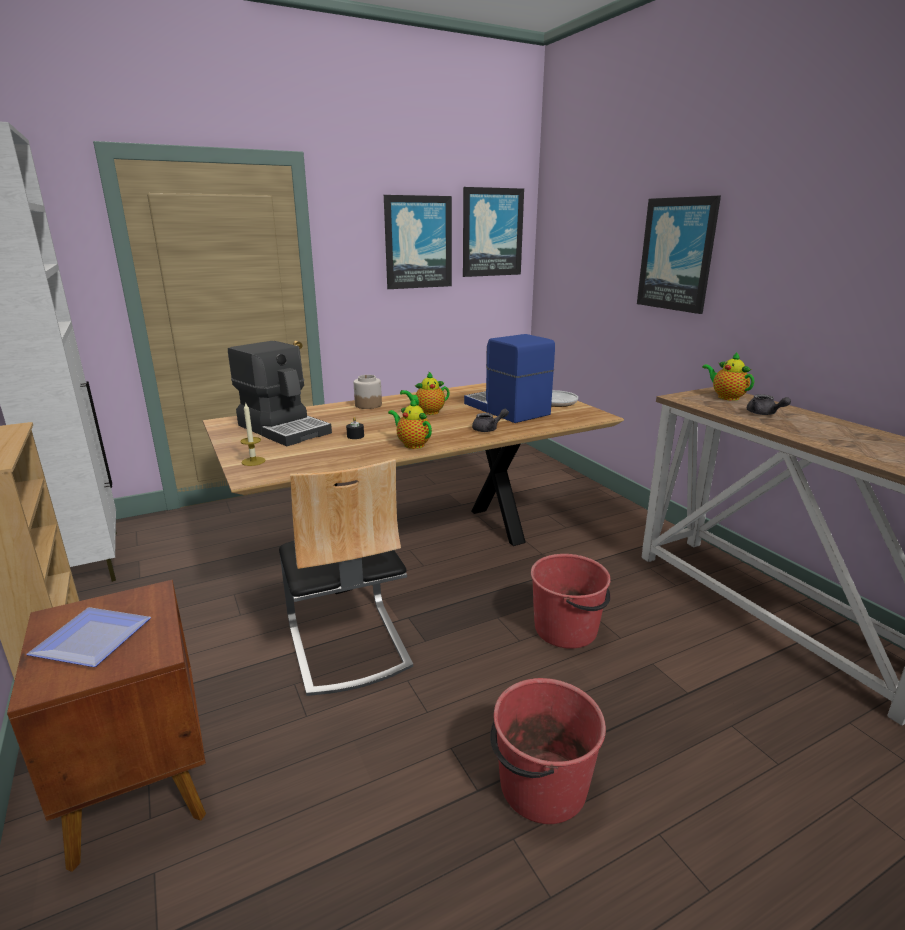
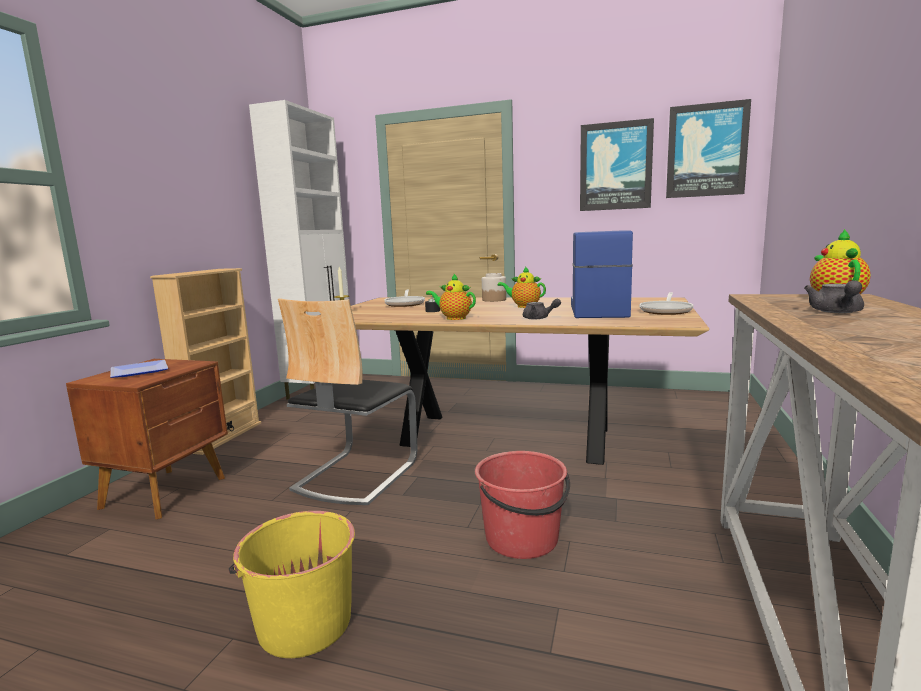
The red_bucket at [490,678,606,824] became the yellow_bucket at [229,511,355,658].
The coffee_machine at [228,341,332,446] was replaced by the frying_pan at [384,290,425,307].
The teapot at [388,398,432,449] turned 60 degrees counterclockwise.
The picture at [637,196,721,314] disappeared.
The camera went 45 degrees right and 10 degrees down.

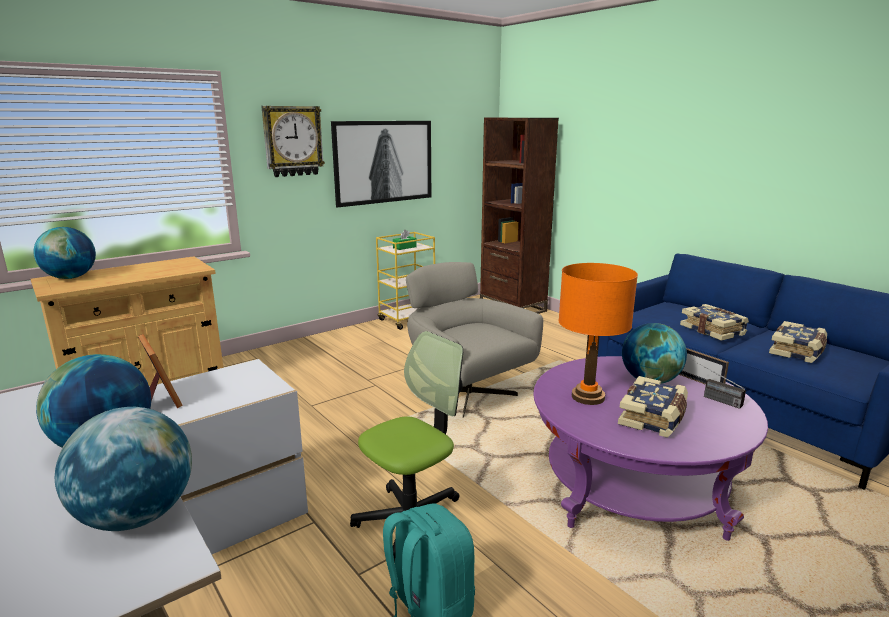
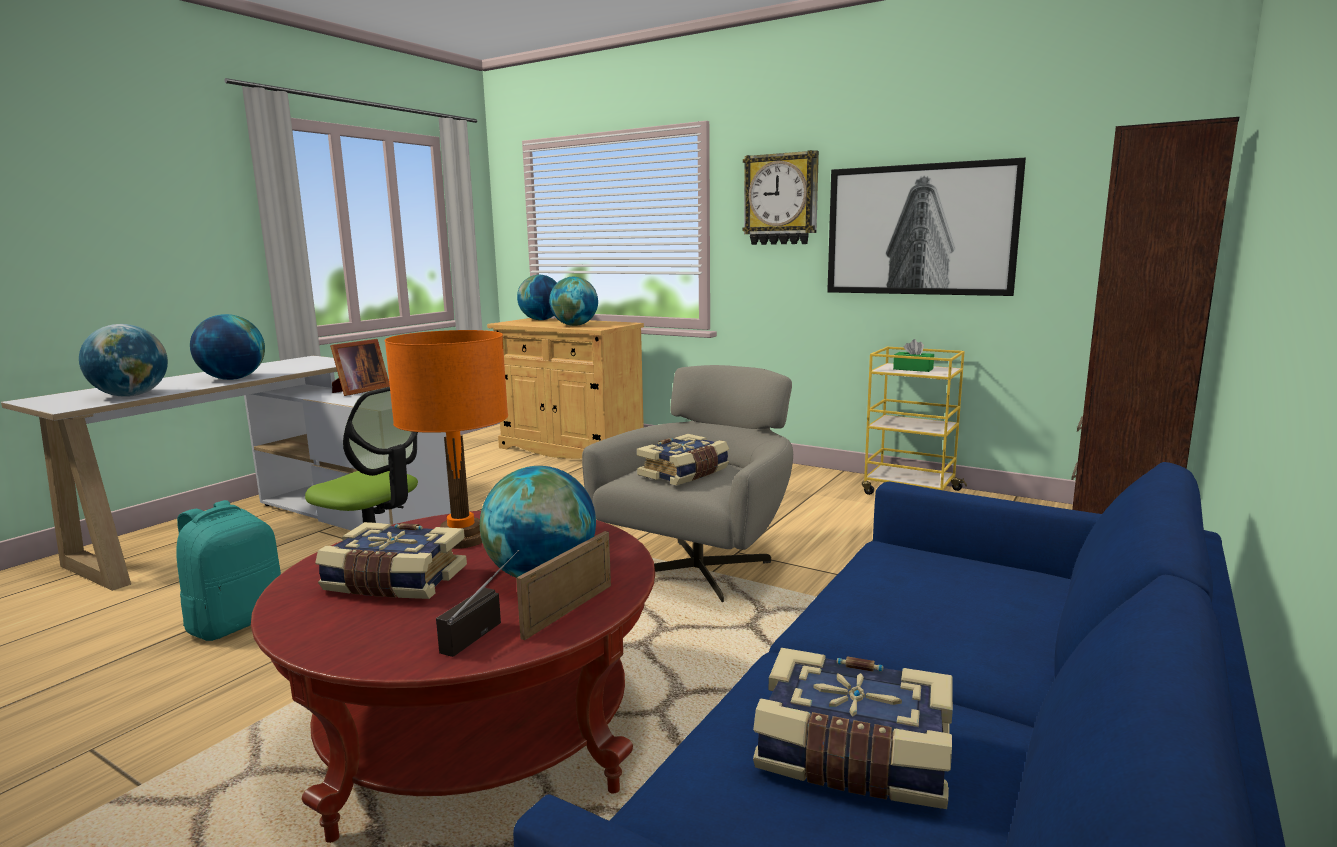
The purple_coffee_table at [533,356,768,541] became the red_coffee_table at [251,511,655,843].
The globe at [549,277,598,326] appeared.
The book moved from [680,304,749,341] to [637,434,729,485].
The camera went 70 degrees right and 5 degrees down.

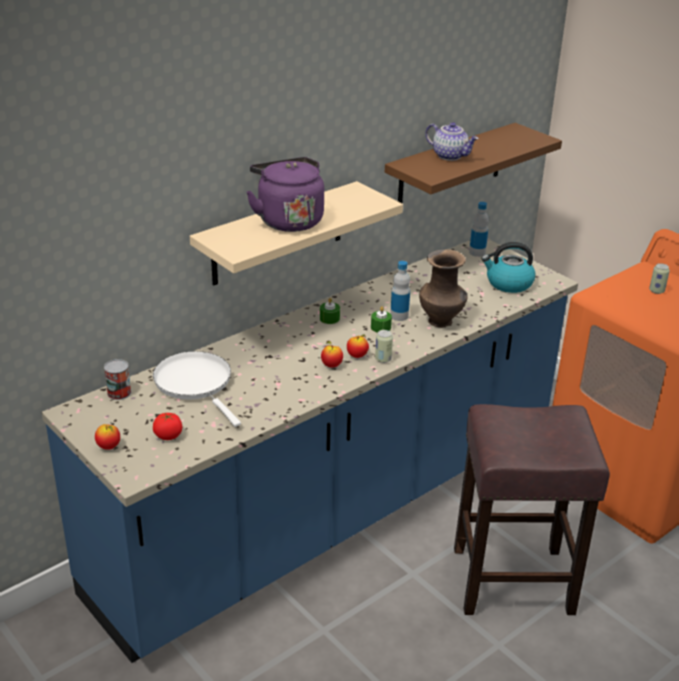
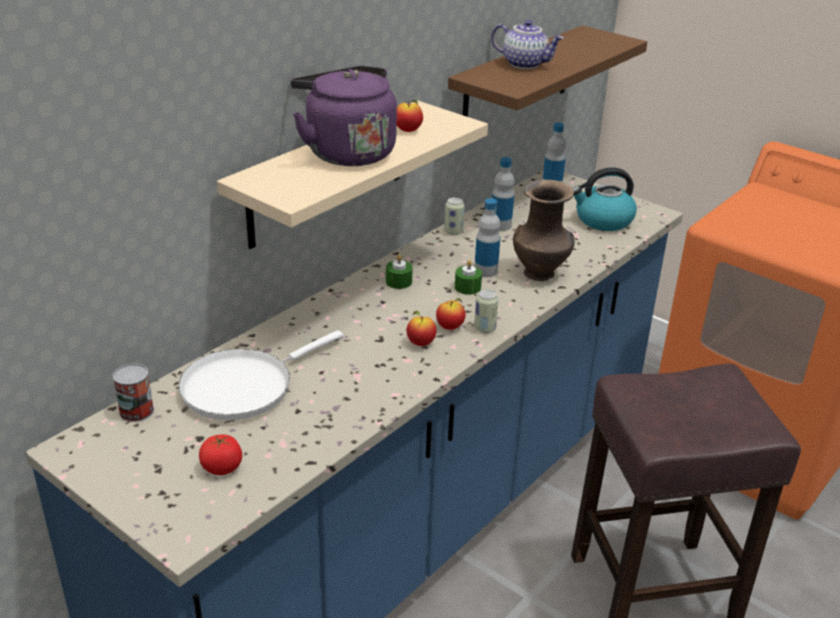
The white_frying_pan at [153,351,241,427] turned 90 degrees counterclockwise.
The apple moved from [95,424,120,450] to [397,100,423,132].
The can moved from [649,263,670,294] to [444,197,465,235].
The bottle at [492,157,514,231] appeared.
The camera went 10 degrees left and 0 degrees up.

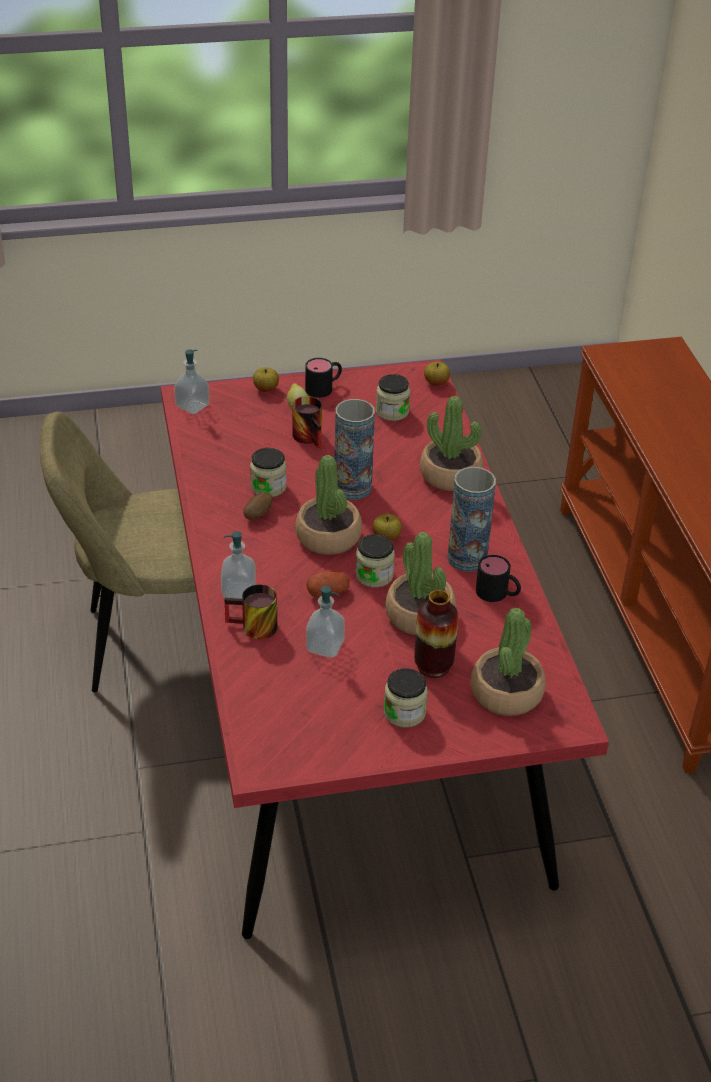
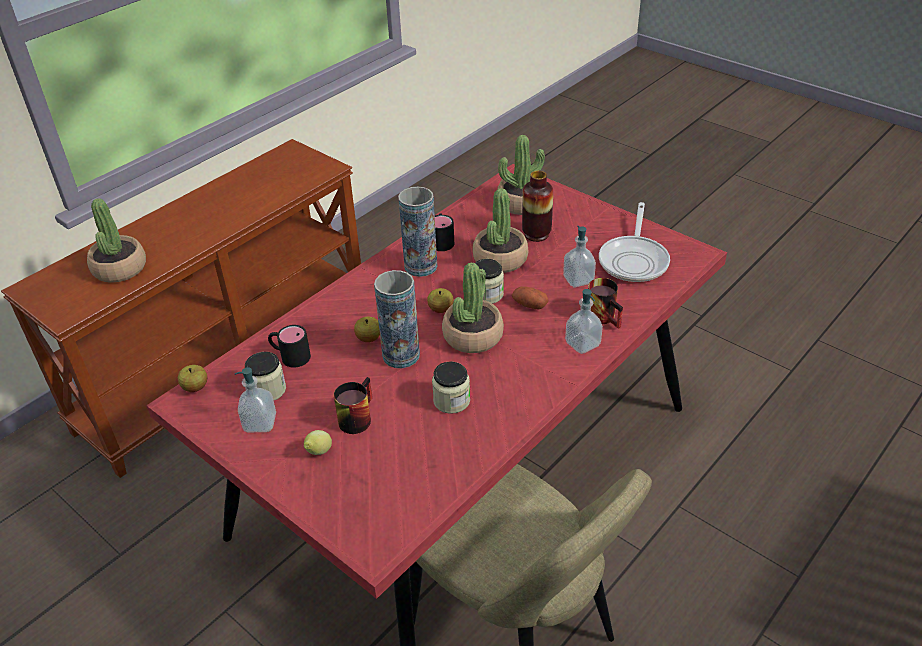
The potted_plant moved from [420,396,483,491] to [87,198,146,283].
The soap_dispenser moved from [174,349,210,414] to [235,367,276,432].
The black_mug moved from [305,358,342,398] to [268,325,311,368].
The apple moved from [253,367,279,392] to [354,317,380,342].
The frying_pan at [599,202,670,282] appeared.
The potato at [243,493,272,520] disappeared.
The jar at [384,668,428,727] disappeared.
The camera went 125 degrees left and 0 degrees up.

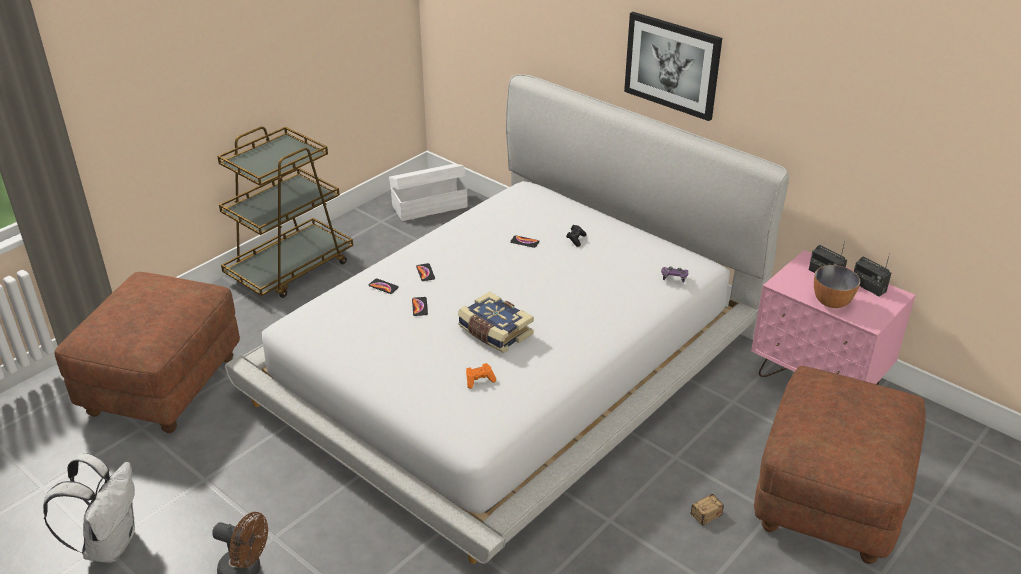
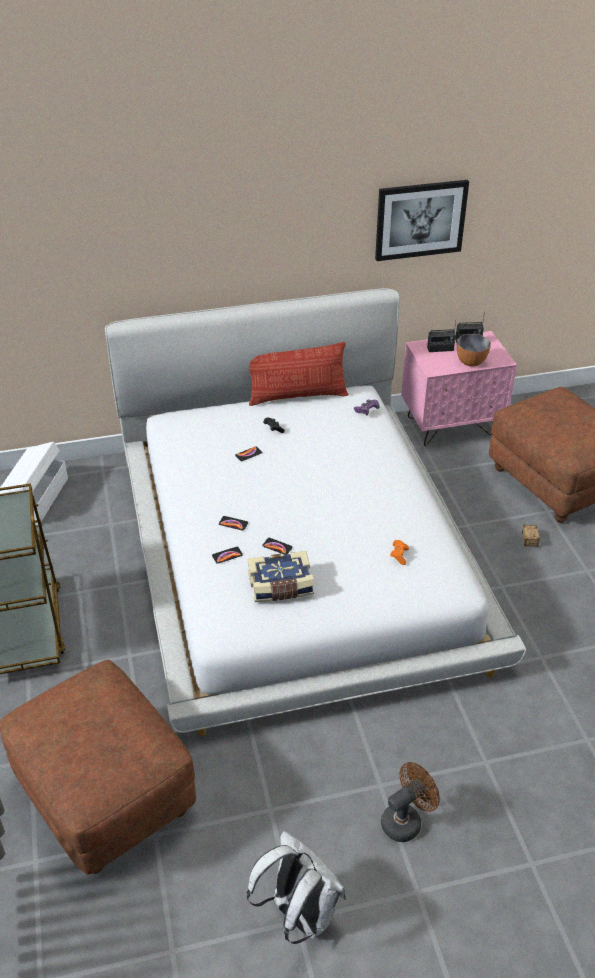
The book moved from [458,291,534,353] to [248,551,314,602].
The pillow at [249,342,348,406] appeared.
The picture moved from [624,12,722,121] to [375,180,469,261].
The camera went 55 degrees left and 5 degrees up.

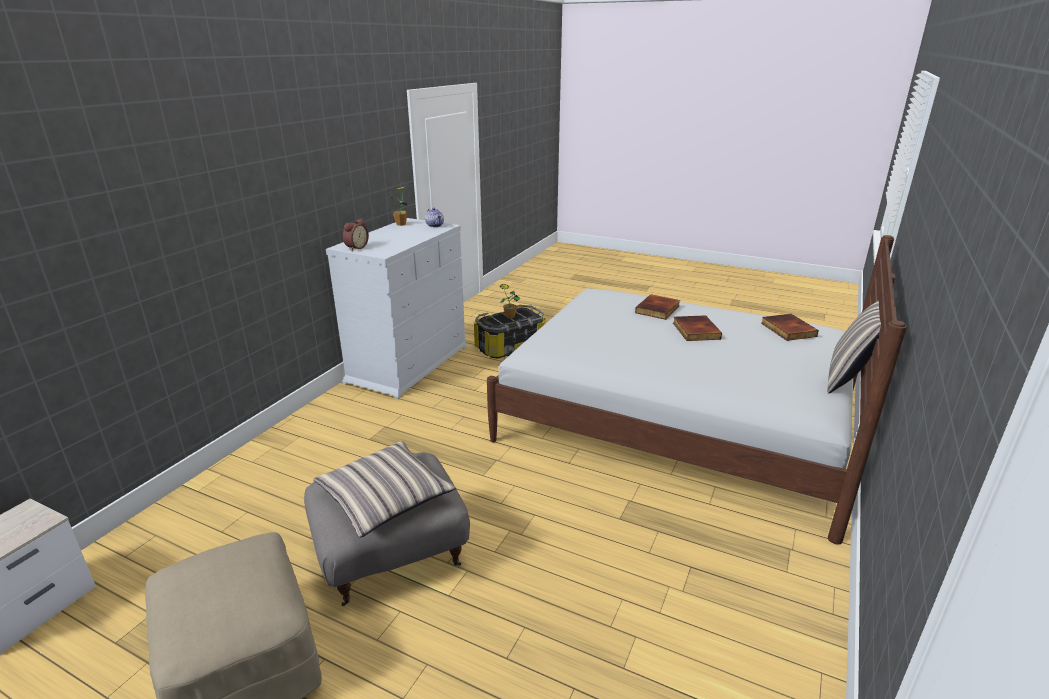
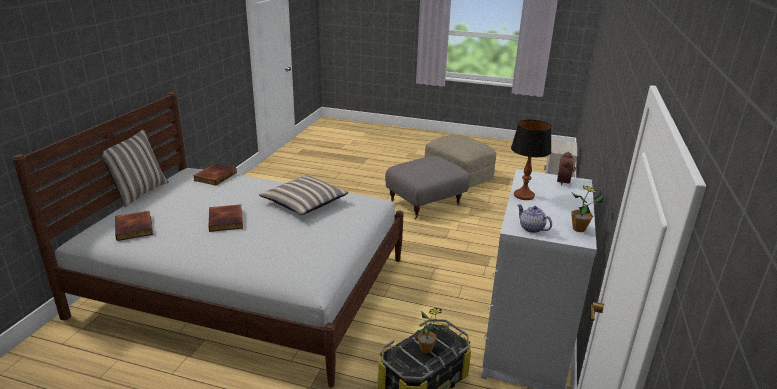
The book moved from [635,294,680,320] to [193,163,237,186].
The pillow moved from [313,441,456,538] to [259,175,349,215].
The table_lamp at [511,120,552,200] appeared.
The camera went 170 degrees right and 0 degrees up.

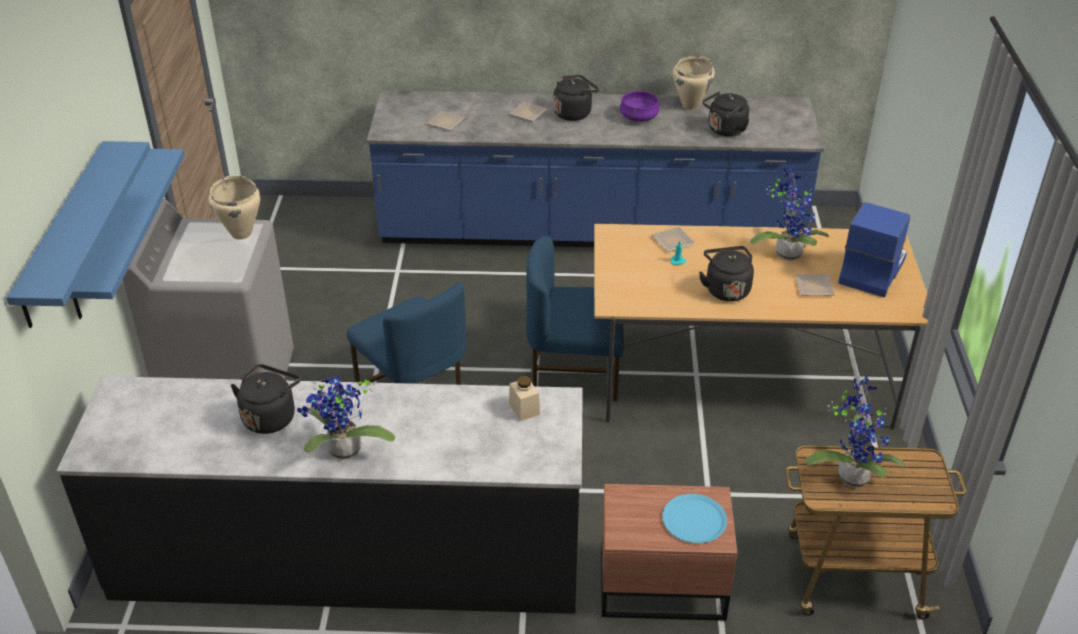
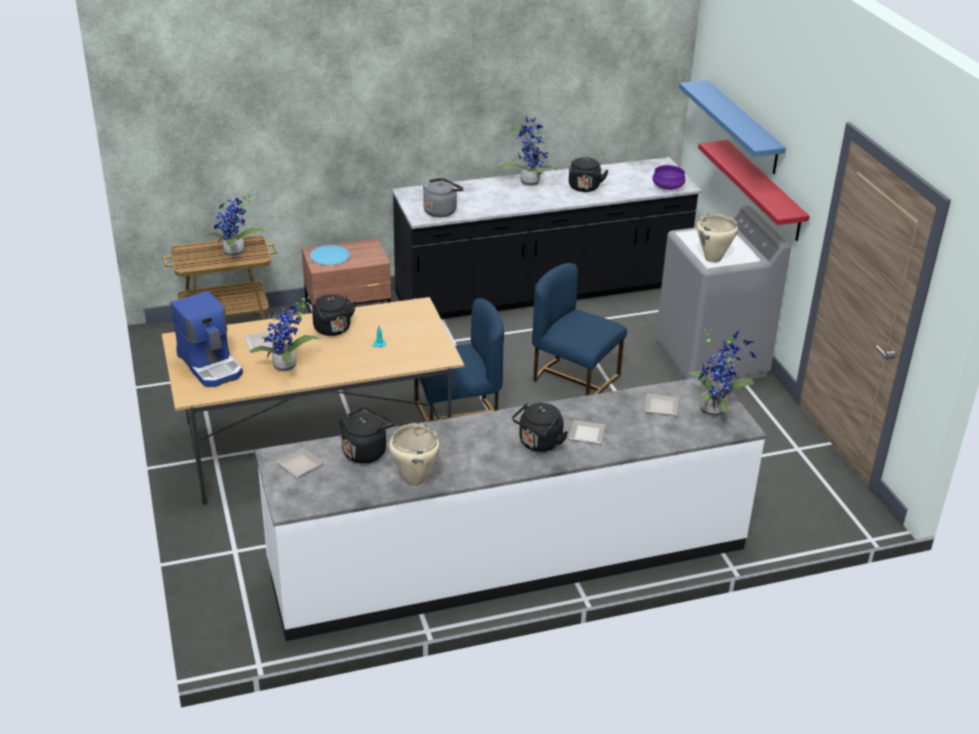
The coffee_machine at [838,202,910,297] turned 45 degrees counterclockwise.
The blue_counter at [367,90,824,247] became the white_counter at [255,375,767,641].
The plate moved from [652,227,696,252] to [276,448,323,478].
The beige_jar at [509,376,540,421] was replaced by the grey_kettle at [423,178,463,217].
The purple_cooking_pot moved from [620,91,659,122] to [652,165,686,190].
The potted_plant at [690,329,756,417] appeared.
The blue_shelf at [69,149,185,319] became the red_shelf at [698,140,810,241].
The camera went 160 degrees right and 5 degrees down.

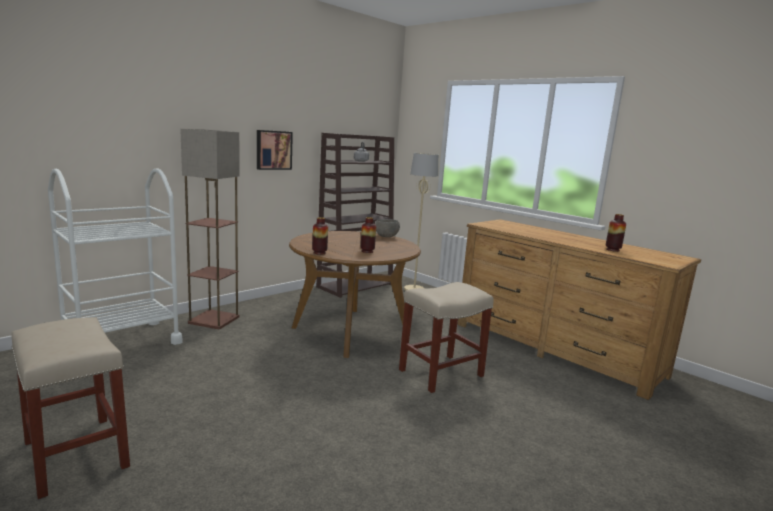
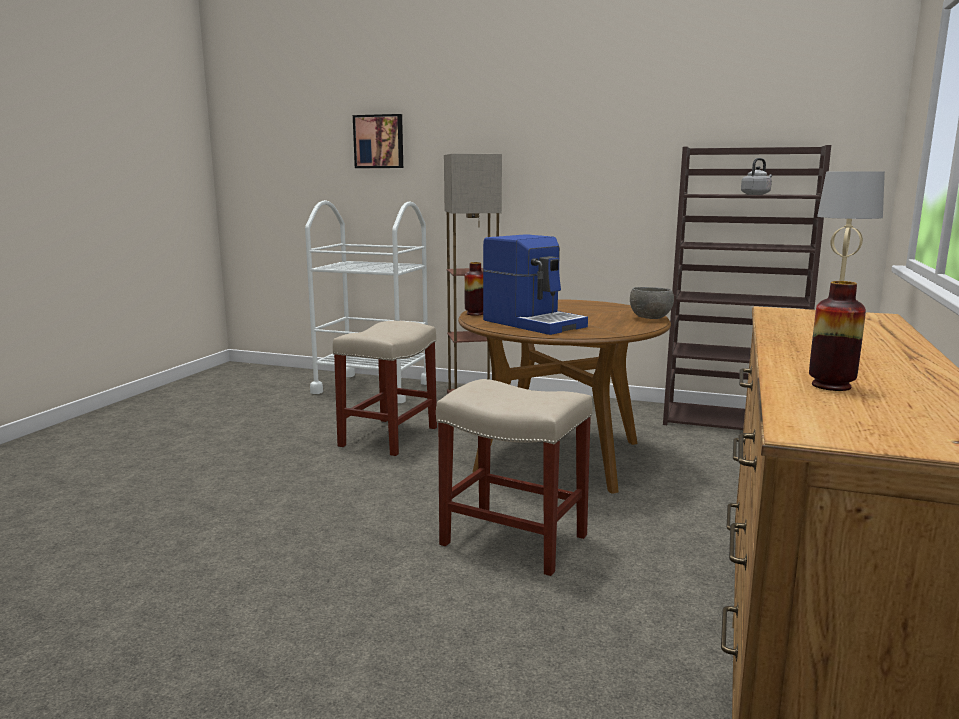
The beige_stool moved from [11,317,130,499] to [333,321,437,456].
The picture moved from [257,130,293,170] to [353,114,403,168].
The vase at [361,217,376,253] was replaced by the coffee_machine at [483,234,588,335].
The camera went 65 degrees right and 0 degrees up.

